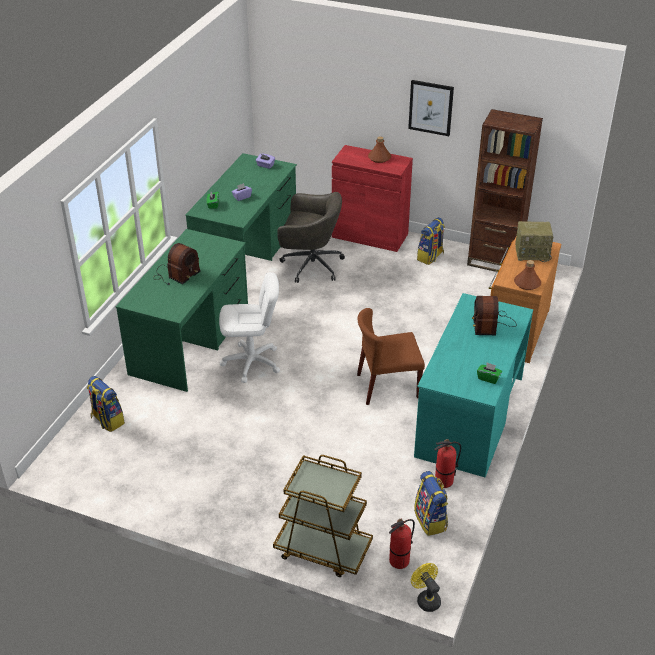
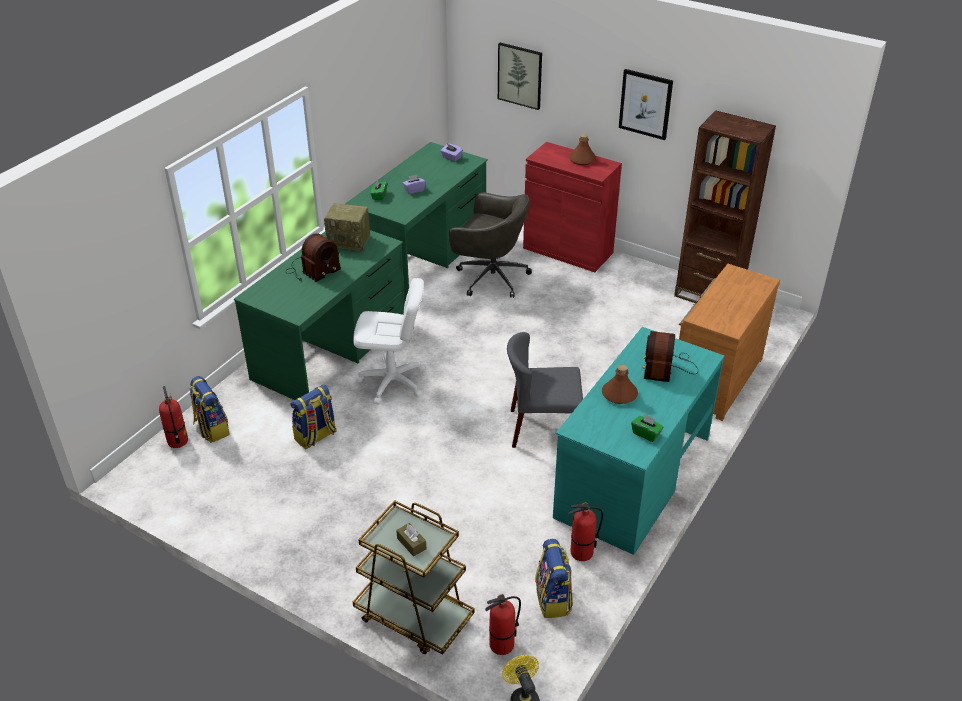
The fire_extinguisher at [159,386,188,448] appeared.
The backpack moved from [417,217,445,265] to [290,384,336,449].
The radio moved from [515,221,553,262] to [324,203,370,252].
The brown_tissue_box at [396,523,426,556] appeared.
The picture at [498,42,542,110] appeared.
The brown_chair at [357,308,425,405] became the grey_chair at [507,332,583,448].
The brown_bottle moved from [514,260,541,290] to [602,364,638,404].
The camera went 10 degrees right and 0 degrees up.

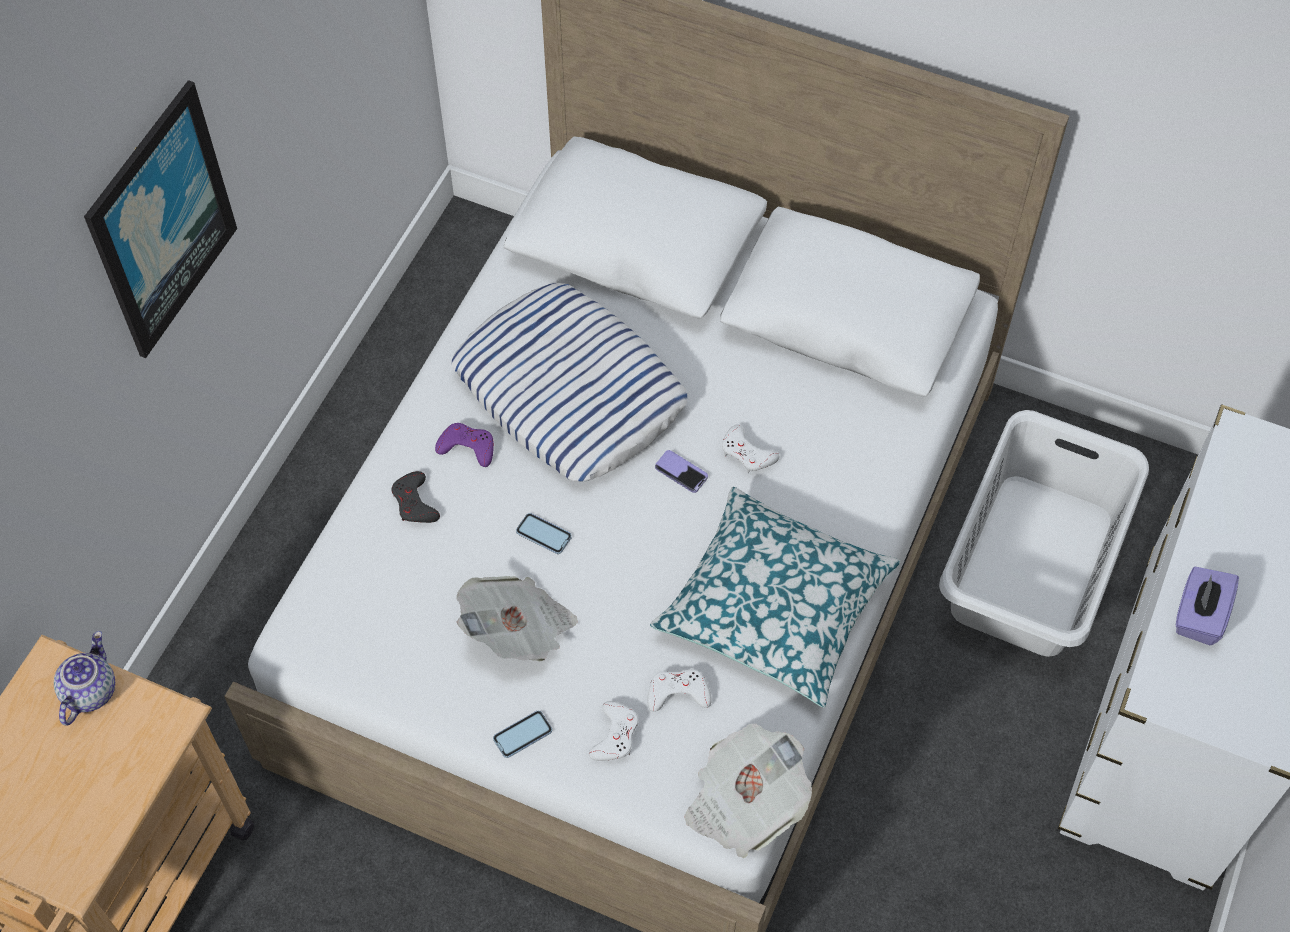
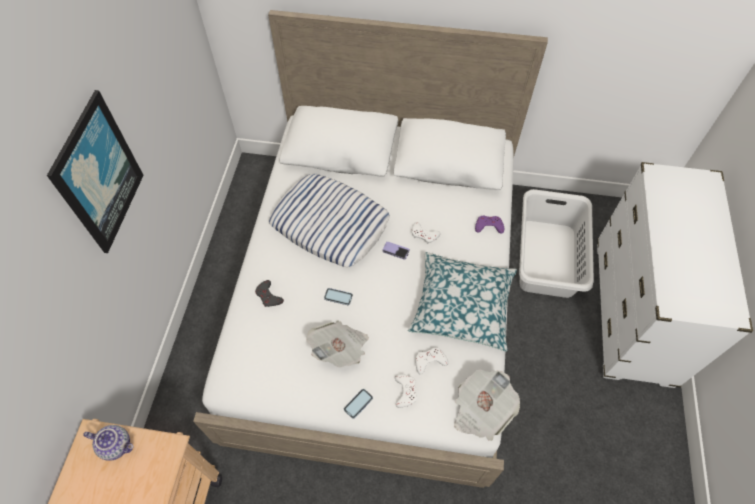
The teapot at [54,631,115,725] turned 105 degrees clockwise.
The purple_game_controller moved from [435,423,494,467] to [475,216,504,234].
The purple_tissue_box at [1176,567,1239,645] disappeared.
The camera went 15 degrees left and 0 degrees up.

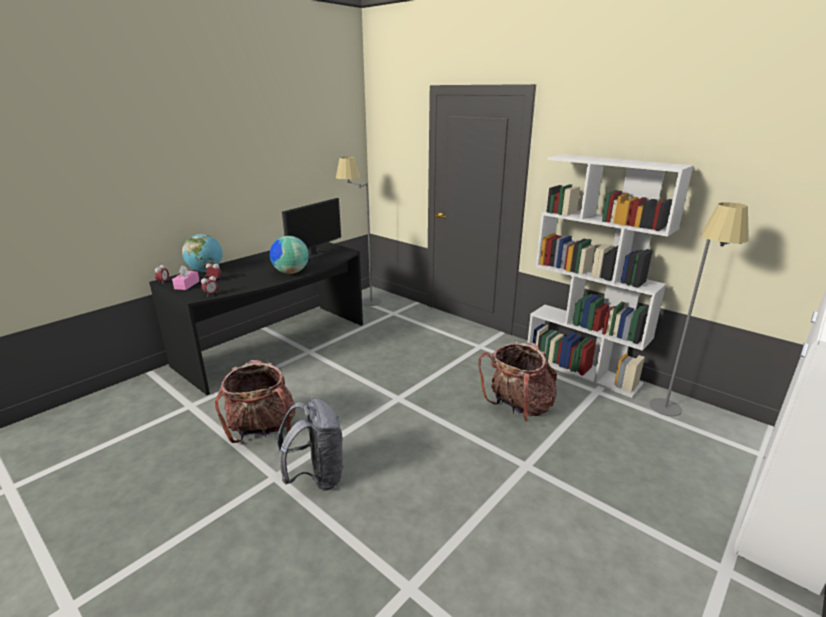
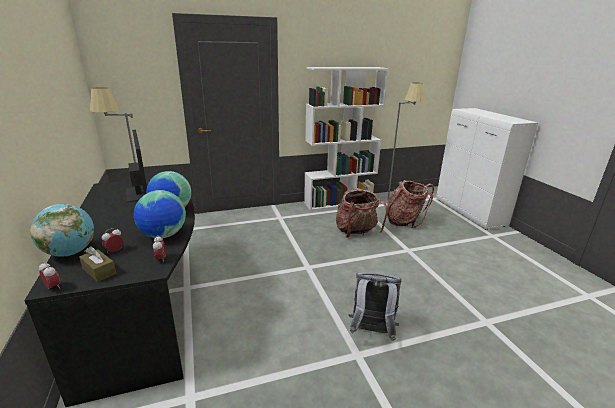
The pink_tissue_box at [172,265,200,290] became the brown_tissue_box at [79,246,116,282].
The globe at [134,190,186,238] appeared.
The backpack moved from [215,360,296,443] to [387,180,434,228].
The camera went 60 degrees left and 0 degrees up.

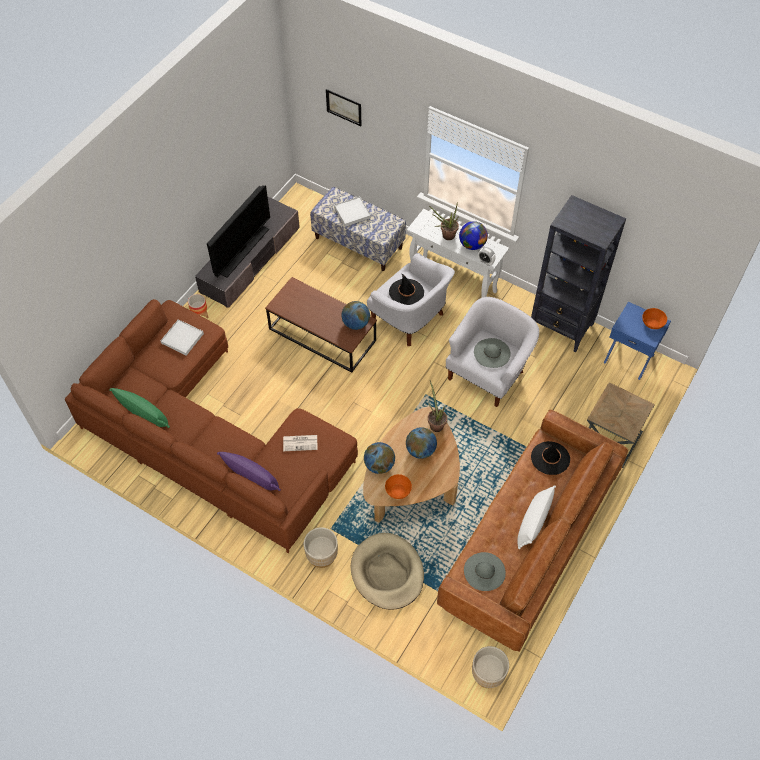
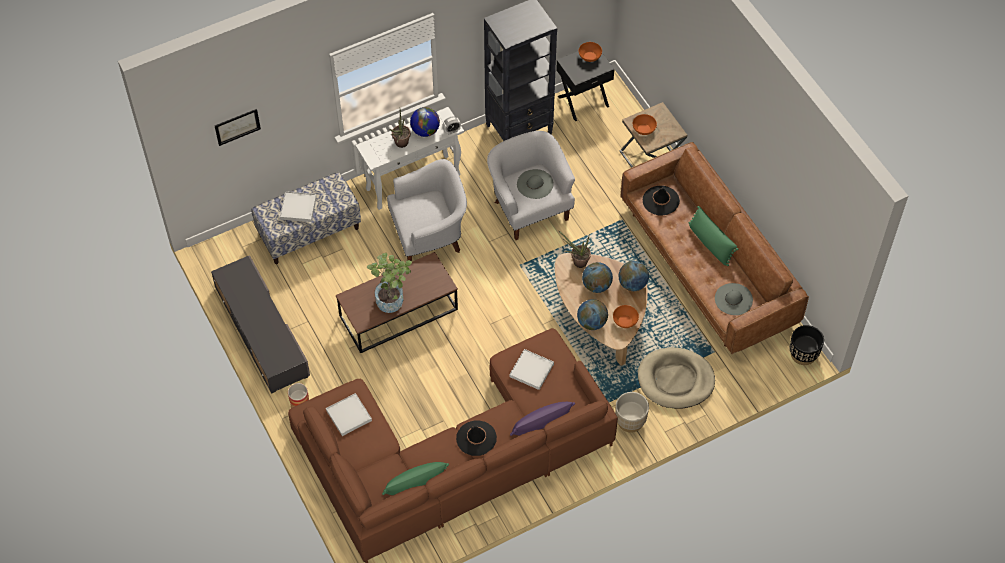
The potted_plant at [367,253,412,313] appeared.
The black_hat moved from [389,273,424,305] to [456,420,497,456].
The newspaper at [283,435,318,451] was replaced by the white_tray at [509,349,554,390].
The blue_nightstand at [604,302,671,380] became the black_nightstand at [556,51,614,121].
The globe moved from [341,301,370,330] to [618,261,649,291].
The orange_bowl at [633,114,657,135] appeared.
The white_pillow at [518,485,556,549] became the green_pillow at [689,206,738,266].
The beige_planter at [472,646,509,688] became the black_planter at [790,325,824,365].
The television at [207,185,270,278] disappeared.
The camera went 60 degrees left and 0 degrees up.

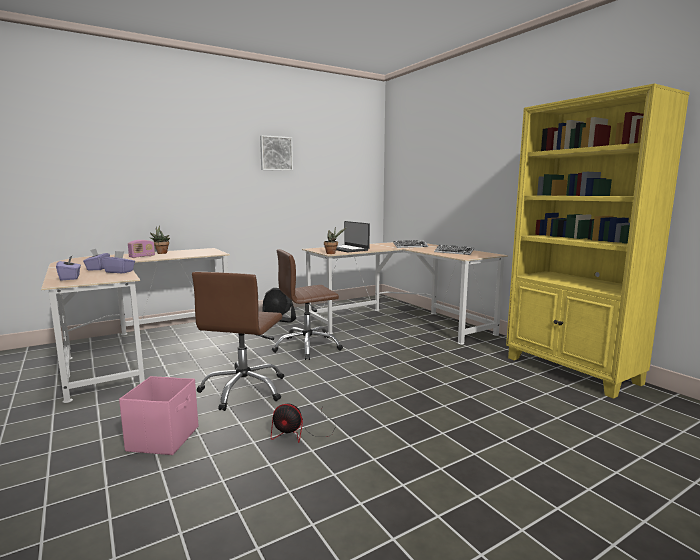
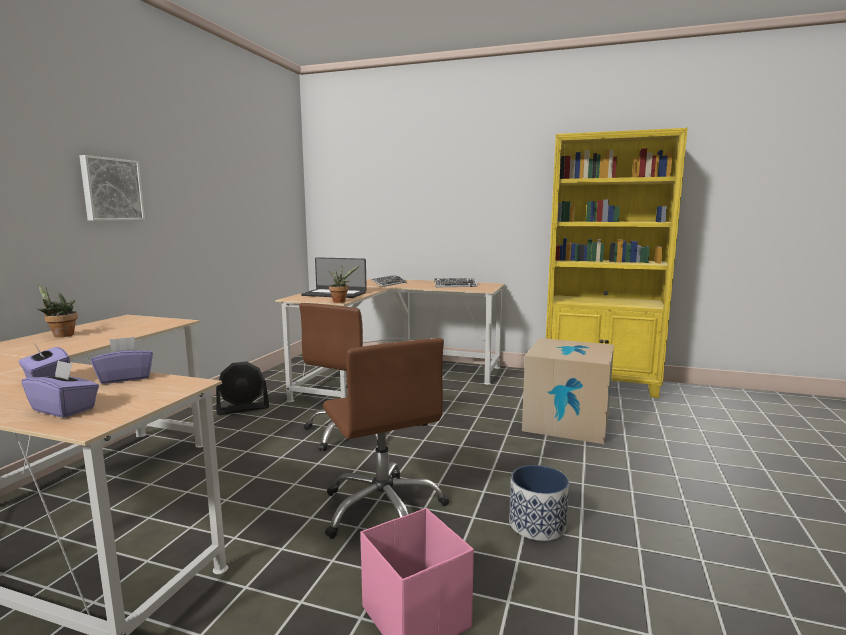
The picture moved from [260,135,293,171] to [79,155,145,221].
The fan at [271,404,336,443] was replaced by the planter at [509,465,569,541].
The cardboard_box at [522,338,614,444] appeared.
The radio at [128,240,155,258] disappeared.
The camera went 40 degrees left and 0 degrees up.

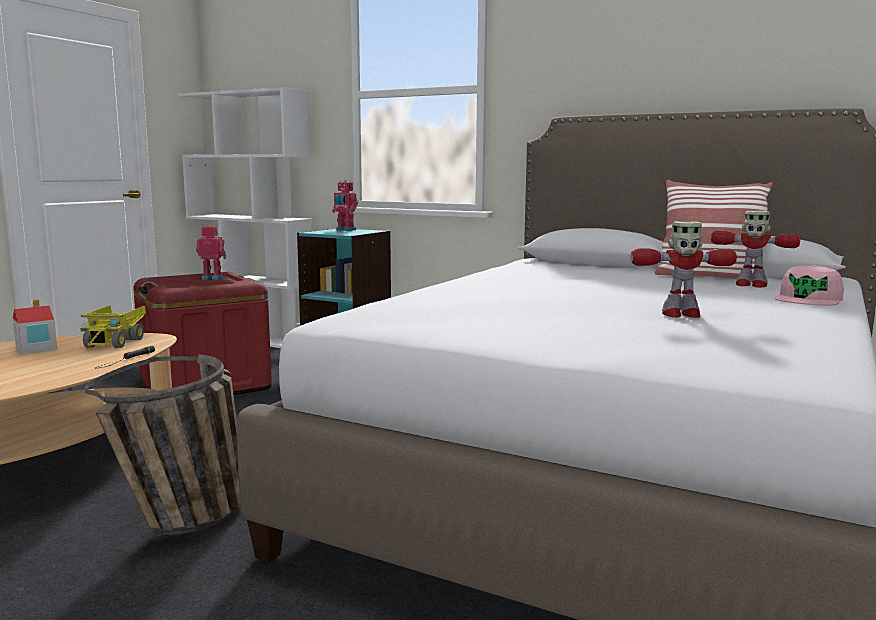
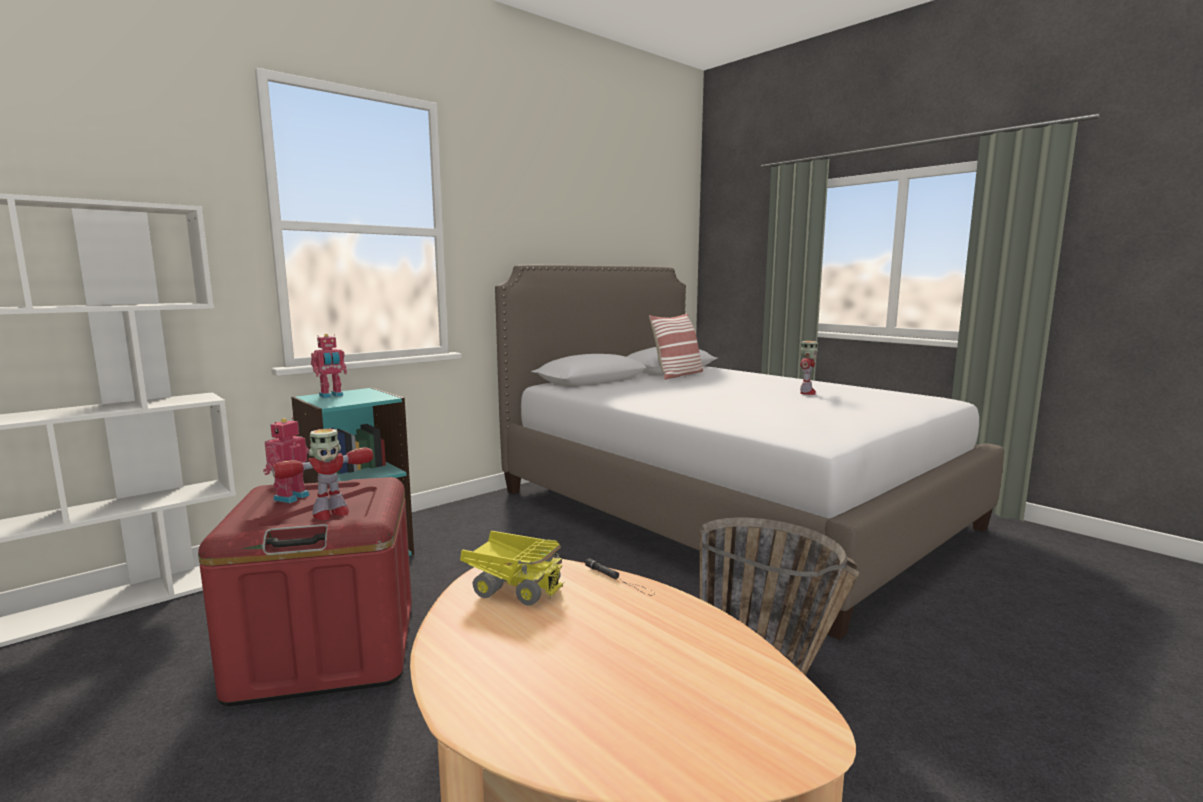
The toy_robot moved from [711,210,800,288] to [272,429,373,520].
The toy_house at [13,299,57,355] disappeared.
The pink_cap at [775,265,844,306] disappeared.
The camera went 70 degrees left and 0 degrees up.

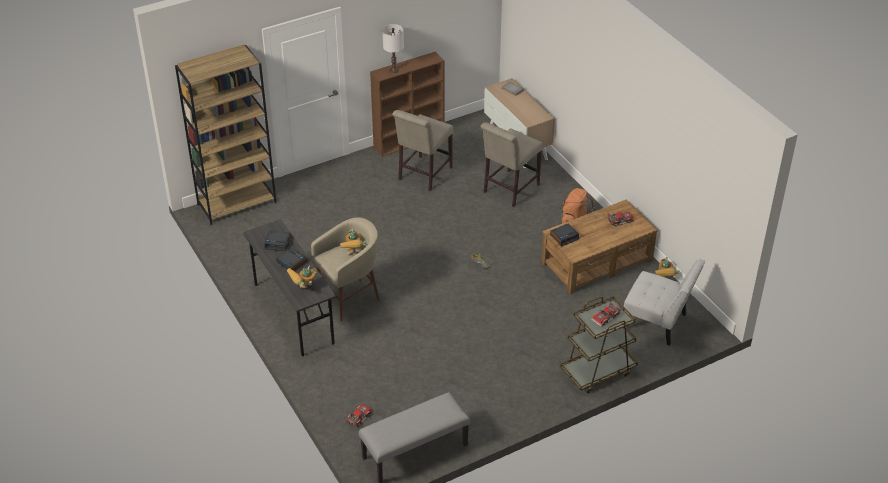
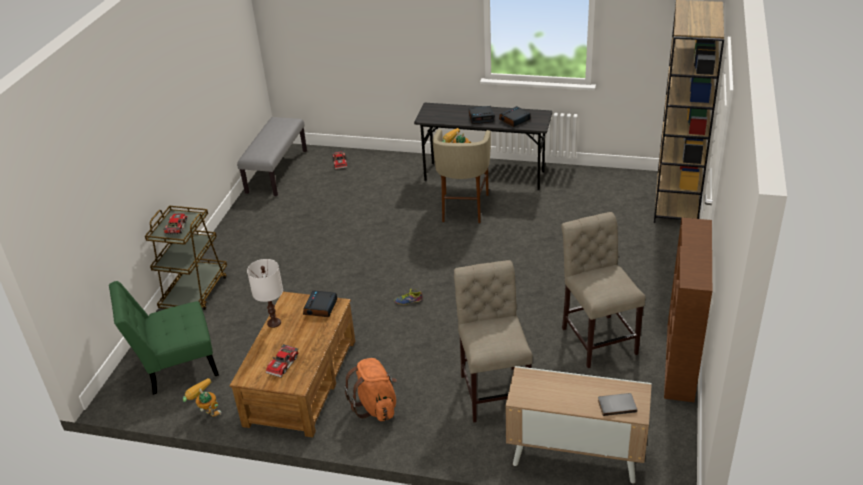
The white_chair at [624,258,705,346] became the green_chair at [109,281,219,395].
The white_table_lamp moved from [382,24,404,73] to [247,259,283,328].
The toy_robot at [287,266,317,288] disappeared.
The camera went 135 degrees right and 5 degrees down.

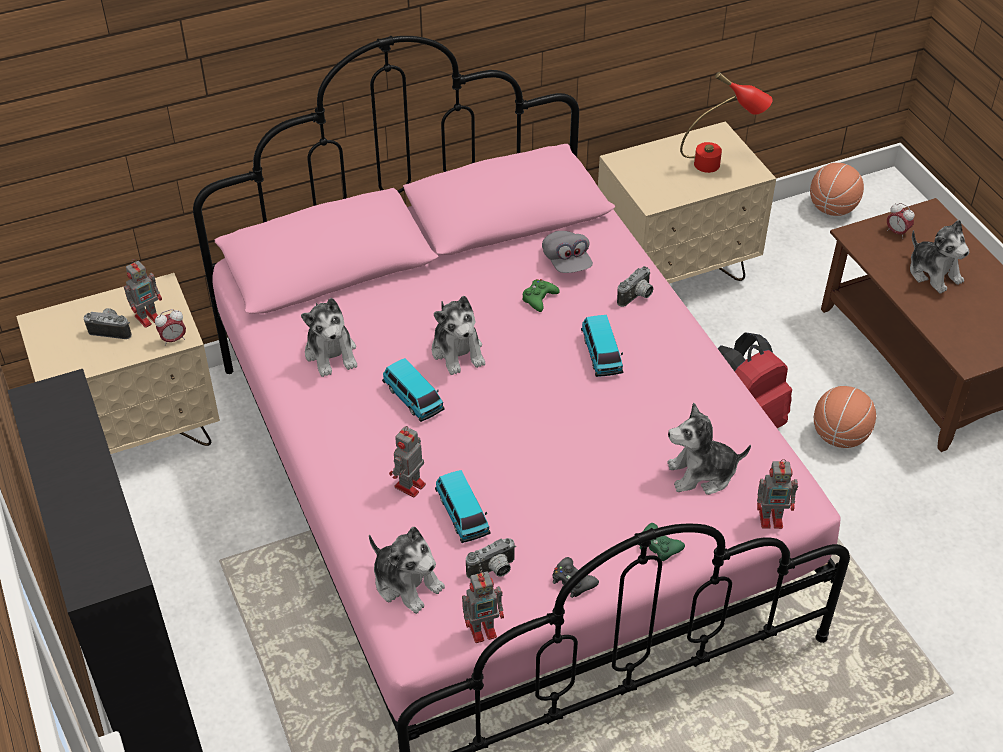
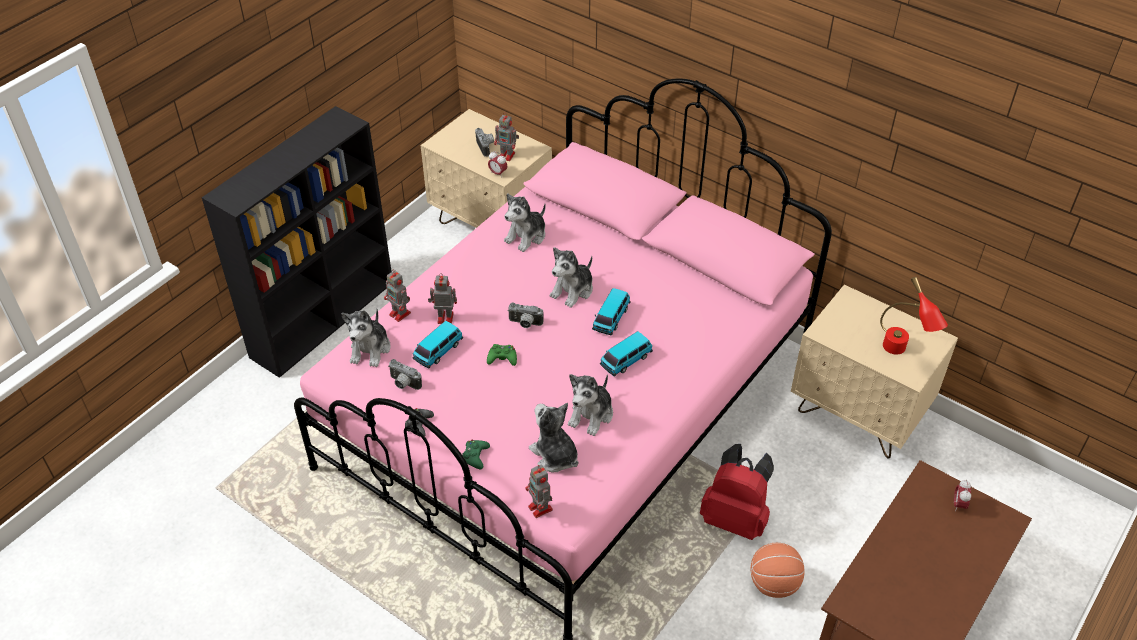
The toy_robot moved from [462,571,504,643] to [384,269,411,322].
The green_game_controller moved from [522,279,560,312] to [487,344,517,366].
The photo_camera moved from [617,266,653,307] to [508,303,544,328].
The plush_toy moved from [910,220,970,293] to [568,374,613,436].
The toy_car moved from [382,358,445,422] to [592,288,631,336].
The grey_cap at [542,231,593,273] disappeared.
The basketball at [810,163,864,216] disappeared.
The camera went 60 degrees right and 0 degrees up.

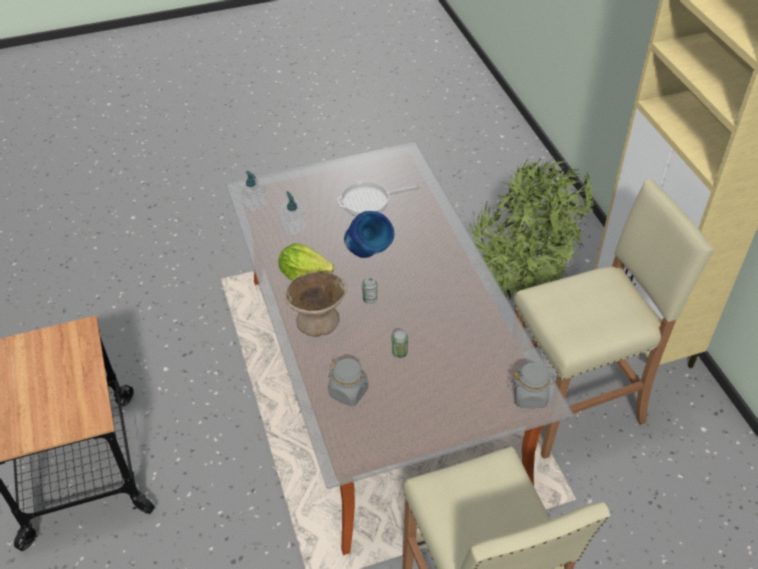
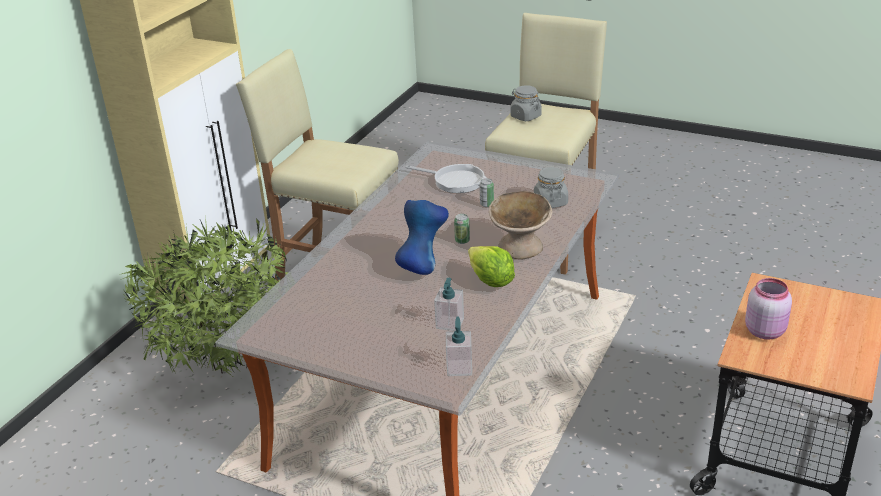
The frying_pan moved from [337,180,421,216] to [405,164,487,193].
The grey_jar moved from [511,362,556,408] to [511,85,542,121].
The pink_jar at [745,278,792,340] appeared.
The camera went 135 degrees left and 15 degrees down.

